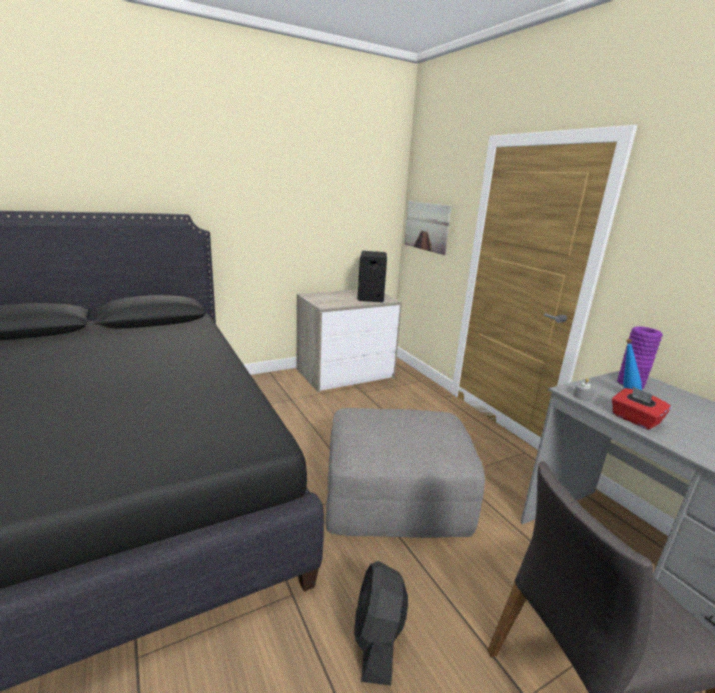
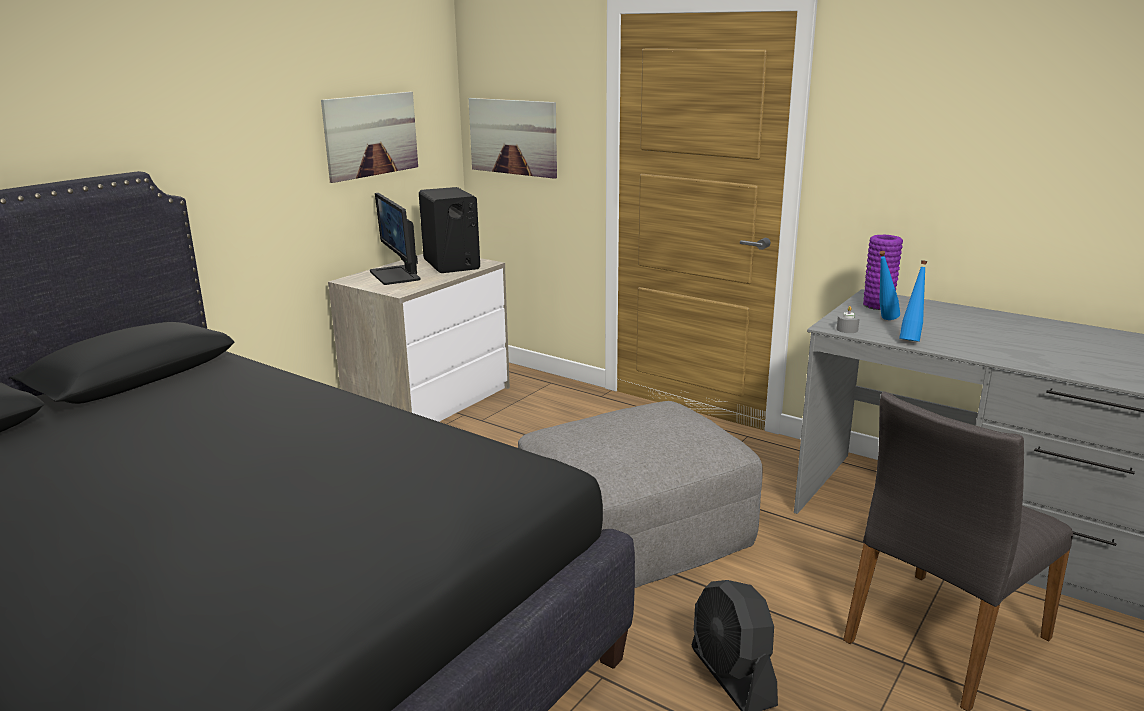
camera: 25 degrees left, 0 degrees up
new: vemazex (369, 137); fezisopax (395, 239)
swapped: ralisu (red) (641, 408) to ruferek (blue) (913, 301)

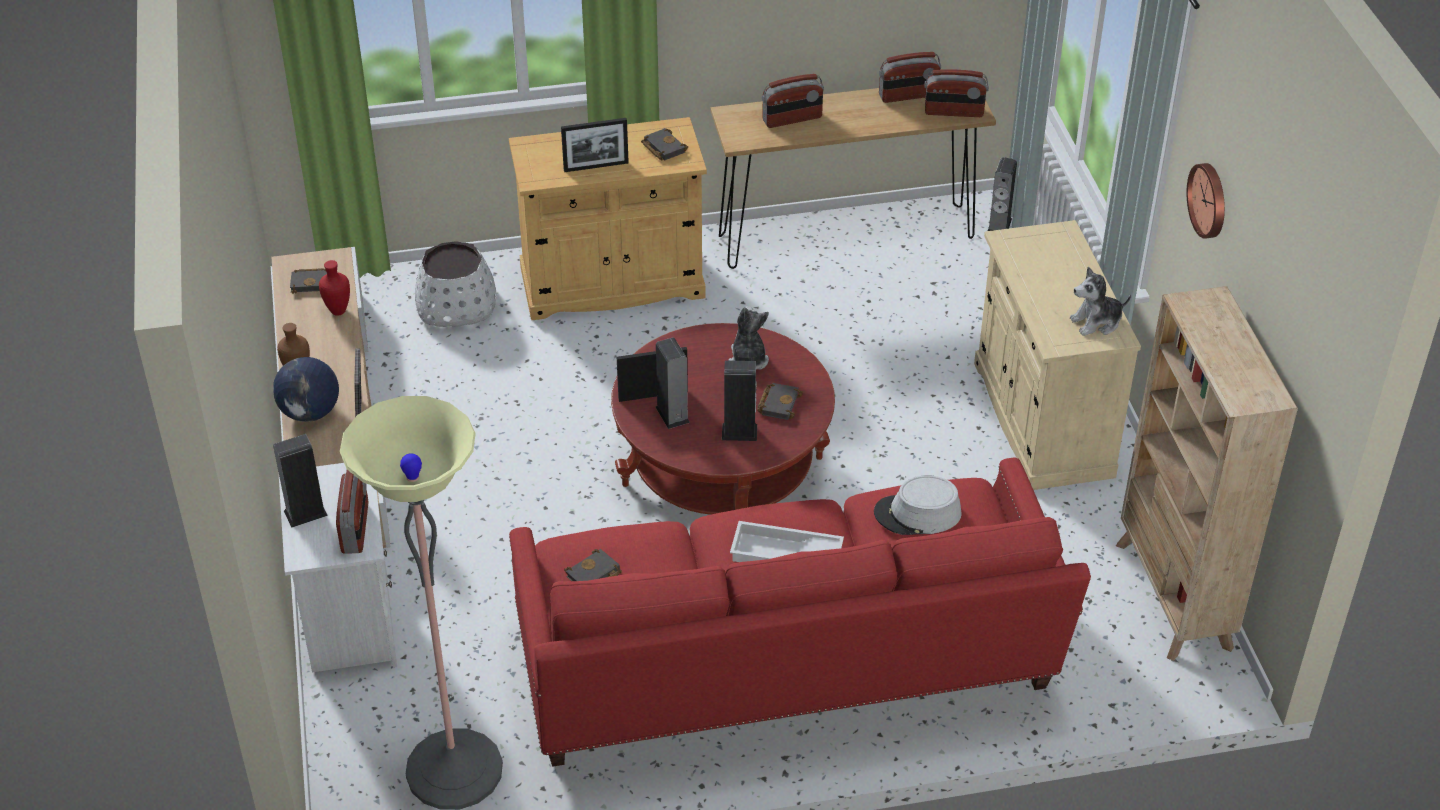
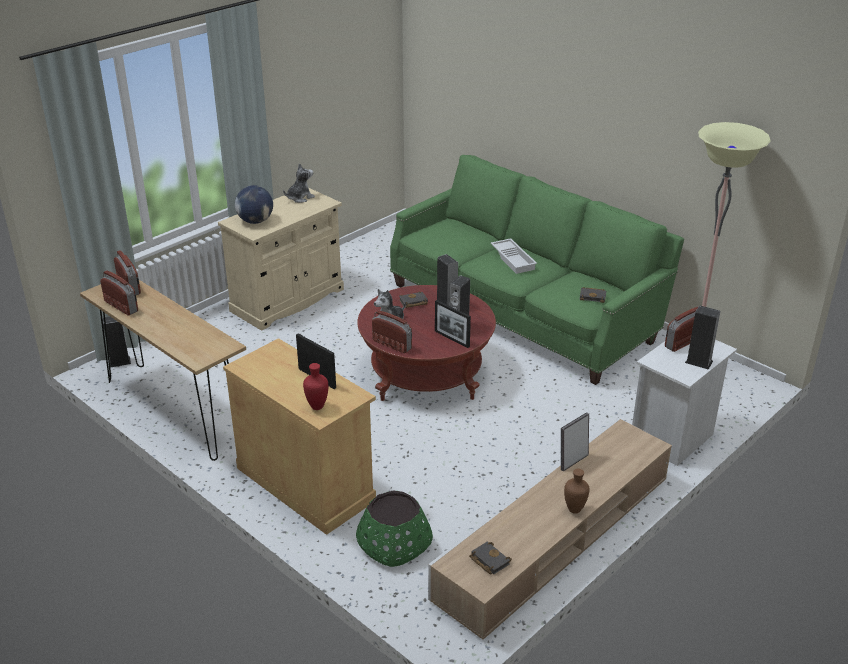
camera: 125 degrees left, 10 degrees down
gone: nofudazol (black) (664, 144); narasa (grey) (918, 505); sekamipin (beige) (1207, 473); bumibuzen (1206, 201)
shifted: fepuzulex (306, 389) to (254, 204); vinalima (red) (334, 288) to (315, 386); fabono (793, 101) to (392, 331)
repainted: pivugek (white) (456, 284) to pivugek (green) (394, 528); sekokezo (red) (800, 612) to sekokezo (green) (537, 270)
rotated: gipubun (1100, 301) = (299, 183) 75 degrees counterclockwise

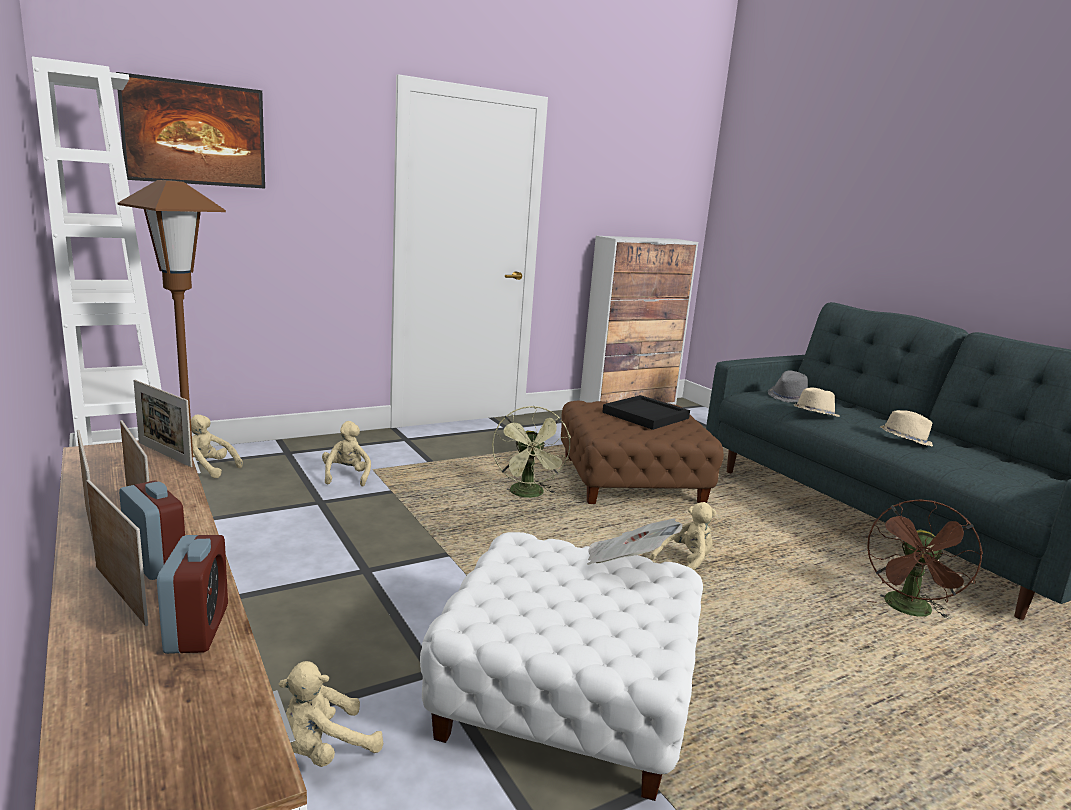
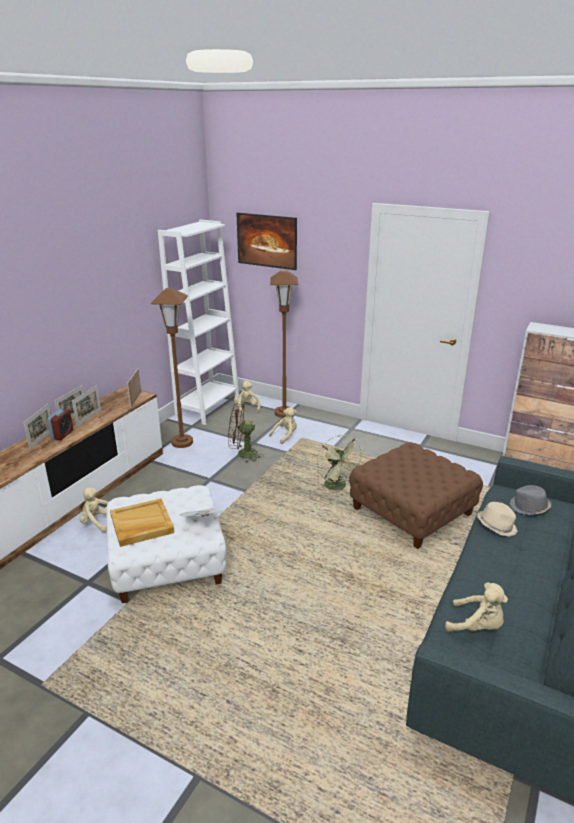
camera: 60 degrees right, 10 degrees up
gone: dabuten (192, 594); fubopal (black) (646, 412); narasa (beige) (906, 428)
new: fubopal (beige) (142, 523); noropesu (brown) (284, 344)
shifted: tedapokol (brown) (925, 559) to (246, 433); gipubun (beige) (683, 536) to (476, 607)
rotated: tedapokol (green) (531, 452) = (340, 464) 75 degrees counterclockwise

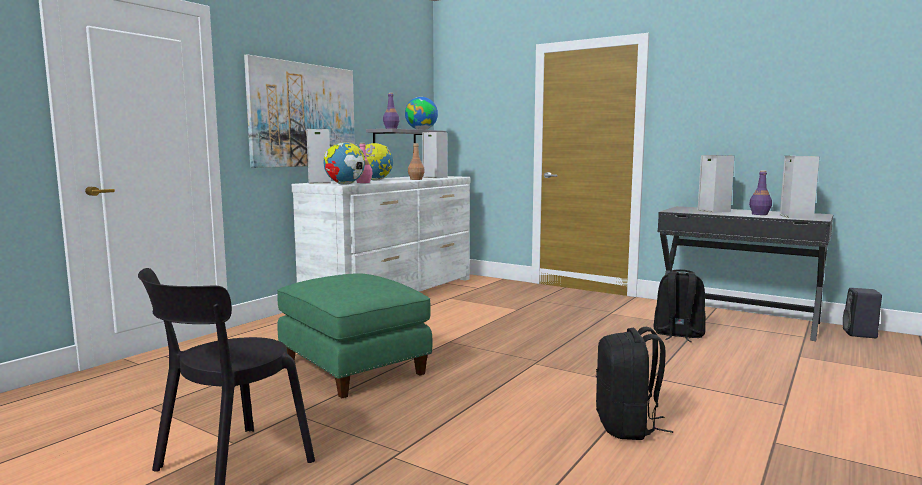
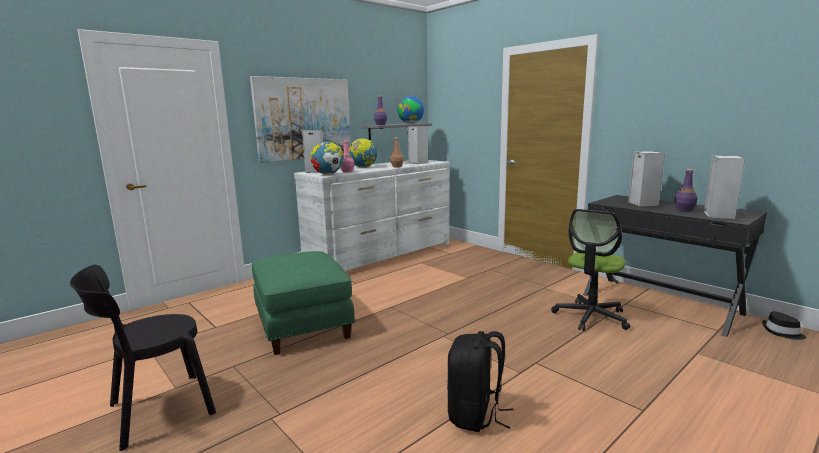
camera: 15 degrees right, 5 degrees up
swapped: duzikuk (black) (679, 305) to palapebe (590, 270); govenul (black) (862, 313) to narasa (black) (784, 325)

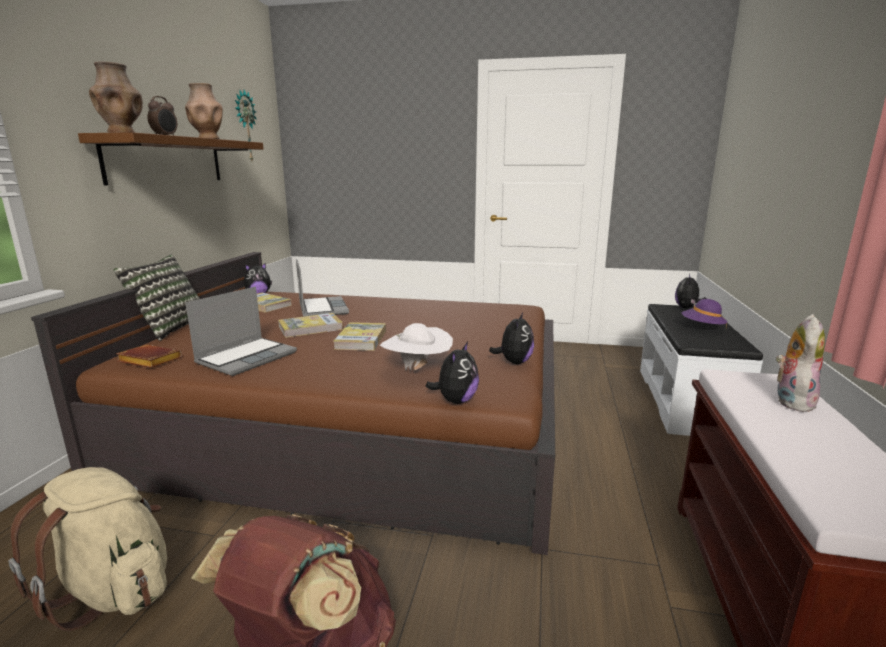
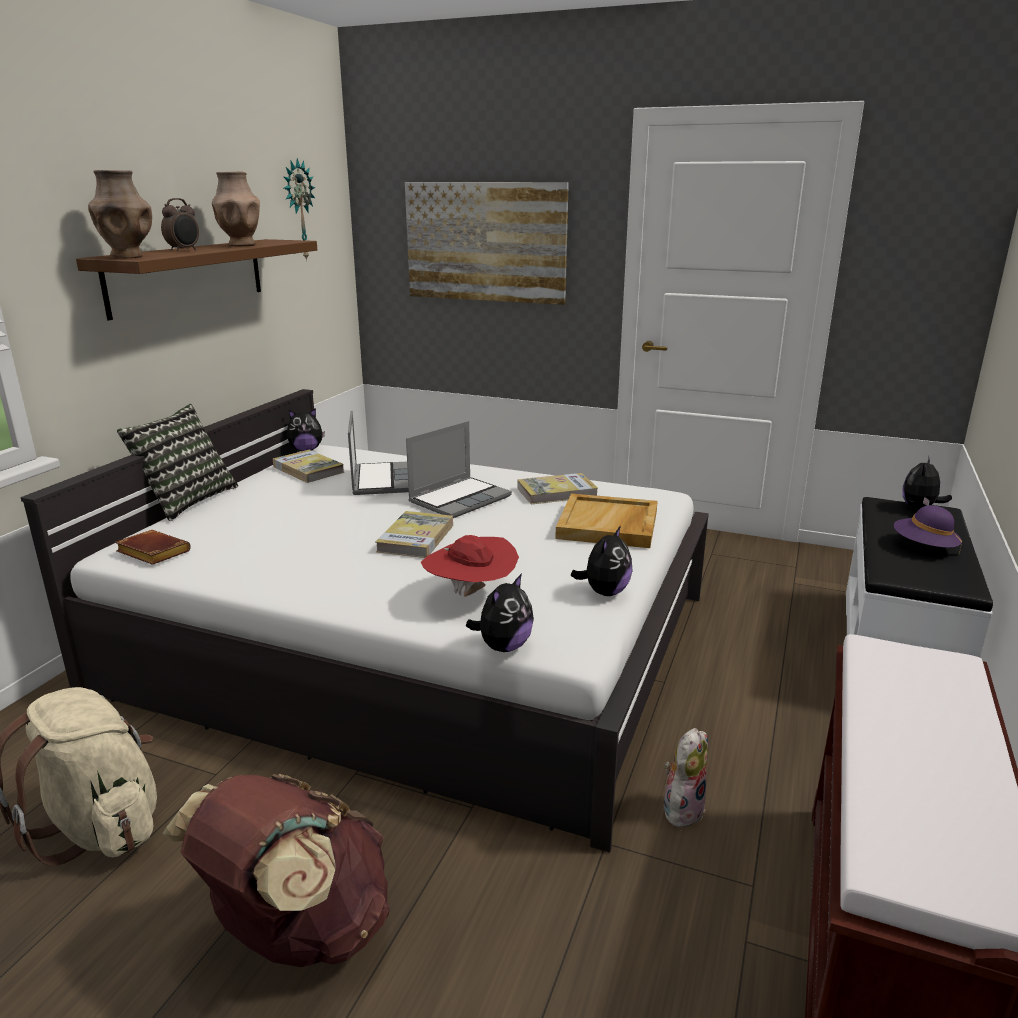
camera: 10 degrees right, 5 degrees up
new: vemazex (487, 243); fubopal (beige) (606, 520)
shifted: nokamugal (241, 331) to (459, 469); nofudazol (310, 325) to (557, 488); gipubun (800, 363) to (686, 777)
repainted: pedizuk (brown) (293, 403) to pedizuk (white) (364, 621); narasa (white) (416, 346) to narasa (red) (470, 566)

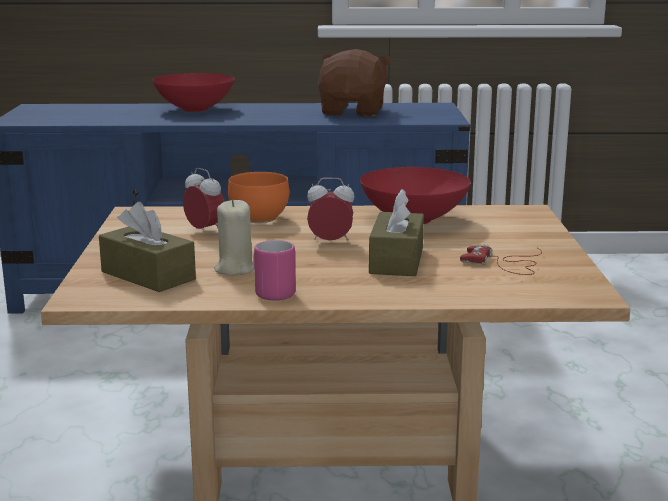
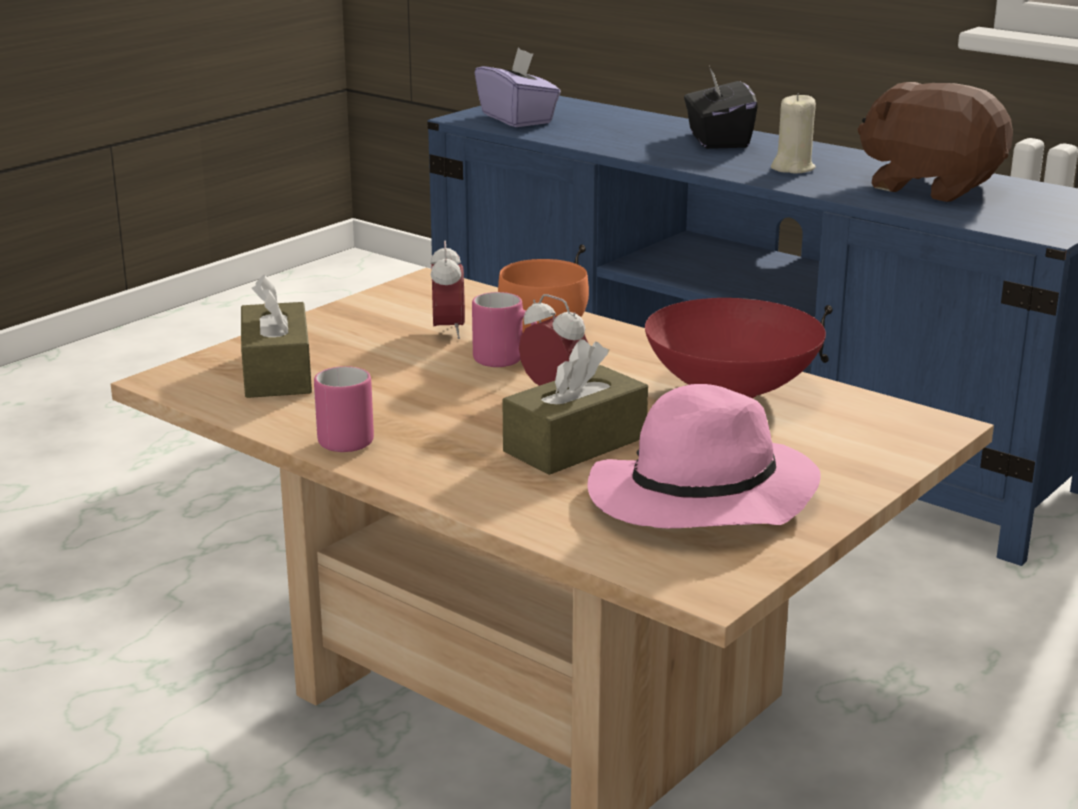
camera: 40 degrees right, 5 degrees up
new: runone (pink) (504, 329); ralisu (purple) (518, 87)
shifted: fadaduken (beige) (234, 237) to (793, 133)
swapped: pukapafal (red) (501, 259) to narasa (pink) (704, 456); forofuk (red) (193, 92) to ralisu (black) (721, 107)
rotated: gipubun (brown) (355, 83) = (935, 142) 105 degrees counterclockwise

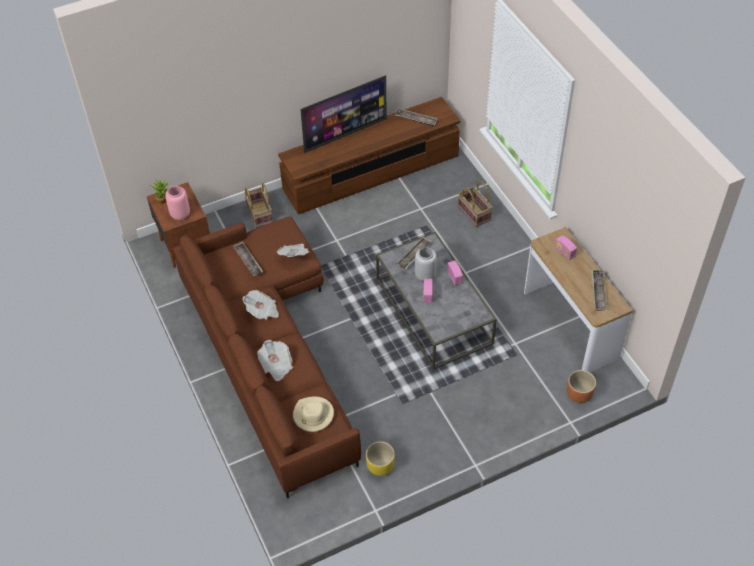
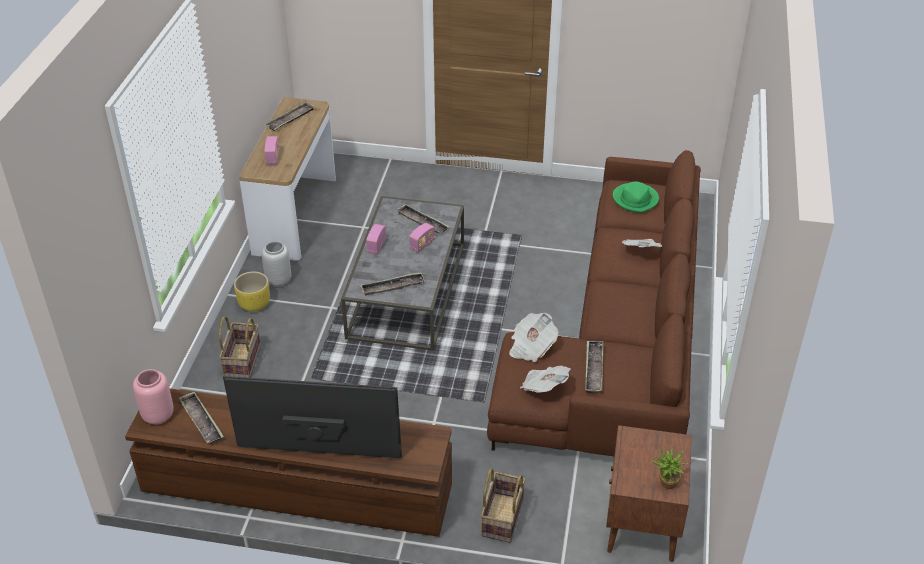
camera: 145 degrees left, 10 degrees down
gone: pivugek (brown) (581, 386)
new: fubopal (422, 218)
shifted: vinalima (pink) (177, 203) to (153, 397); pivugek (yellow) (380, 458) to (252, 291); vinalima (grey) (426, 264) to (276, 264); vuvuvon (260, 305) to (545, 378)
repainted: narasa (beige) (313, 414) to narasa (green) (636, 197)

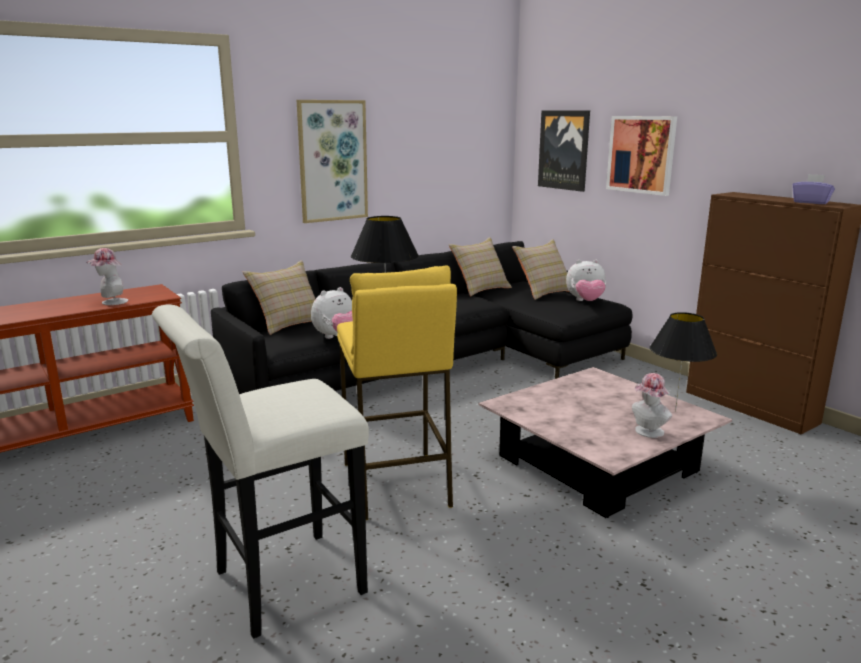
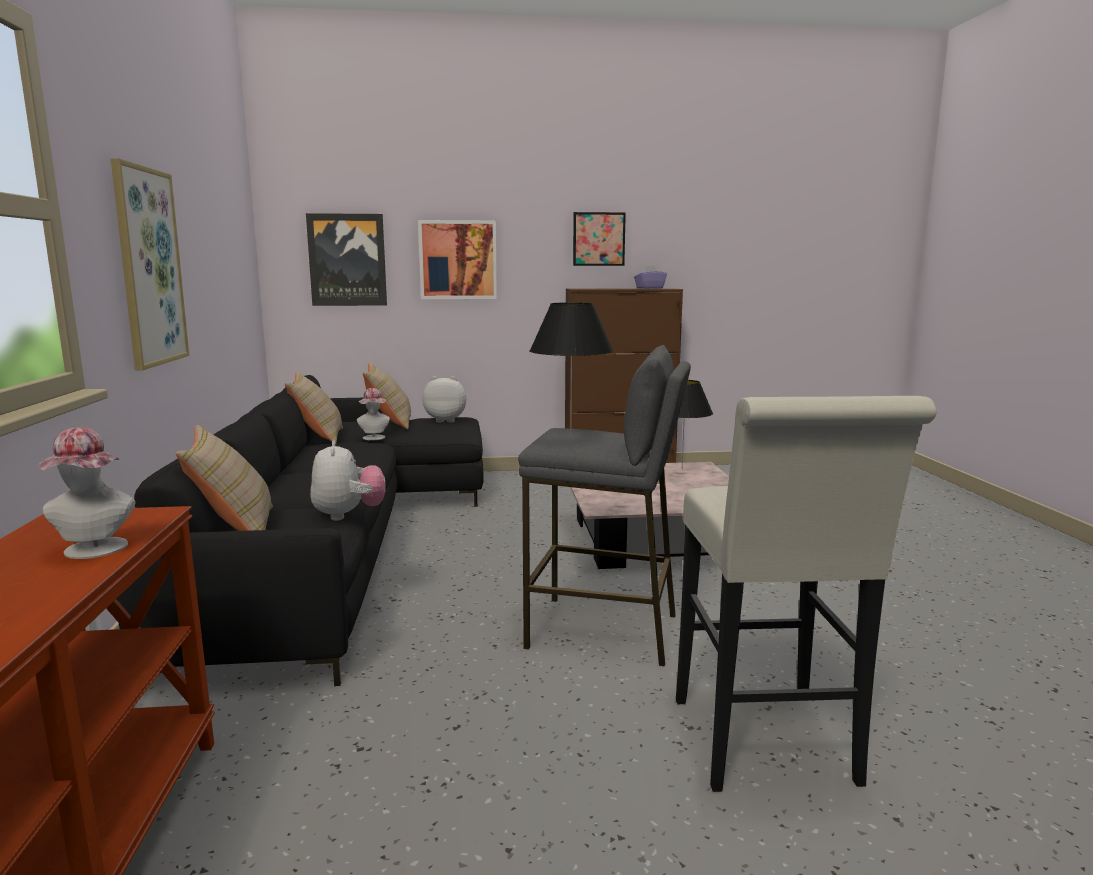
camera: 60 degrees left, 5 degrees down
new: vemazex (599, 239)
shifted: narasa (652, 405) to (373, 414)
repainted: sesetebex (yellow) (397, 392) to sesetebex (grey) (604, 506)
rotated: gipubun (586, 280) = (444, 399) 120 degrees counterclockwise

